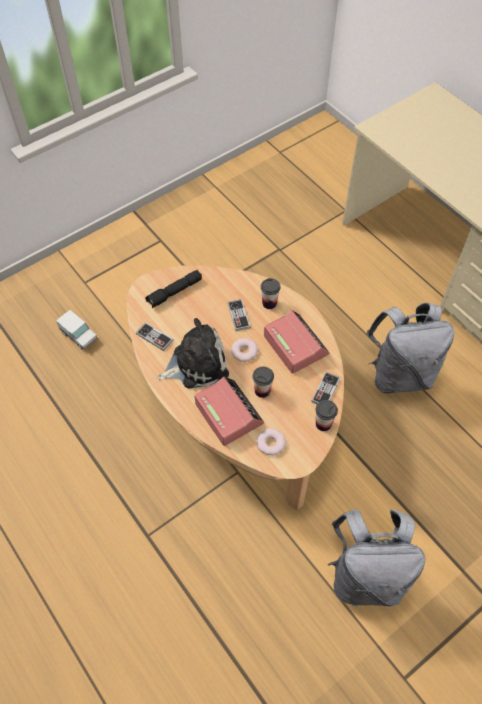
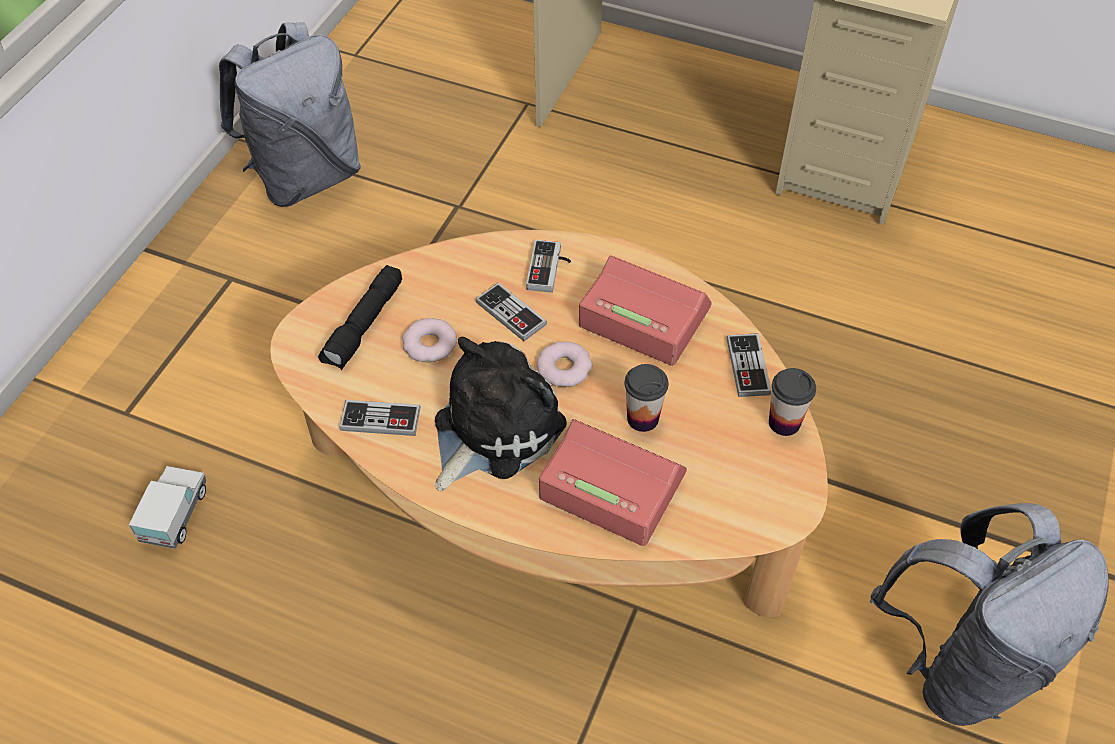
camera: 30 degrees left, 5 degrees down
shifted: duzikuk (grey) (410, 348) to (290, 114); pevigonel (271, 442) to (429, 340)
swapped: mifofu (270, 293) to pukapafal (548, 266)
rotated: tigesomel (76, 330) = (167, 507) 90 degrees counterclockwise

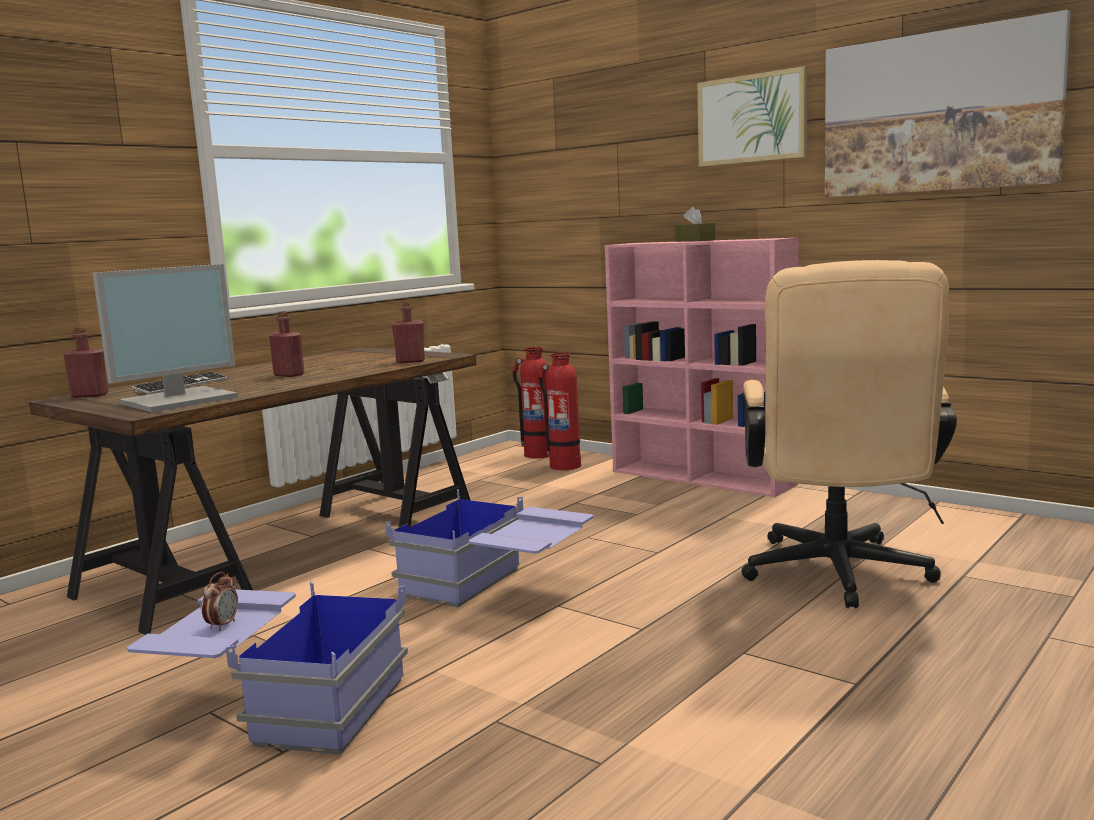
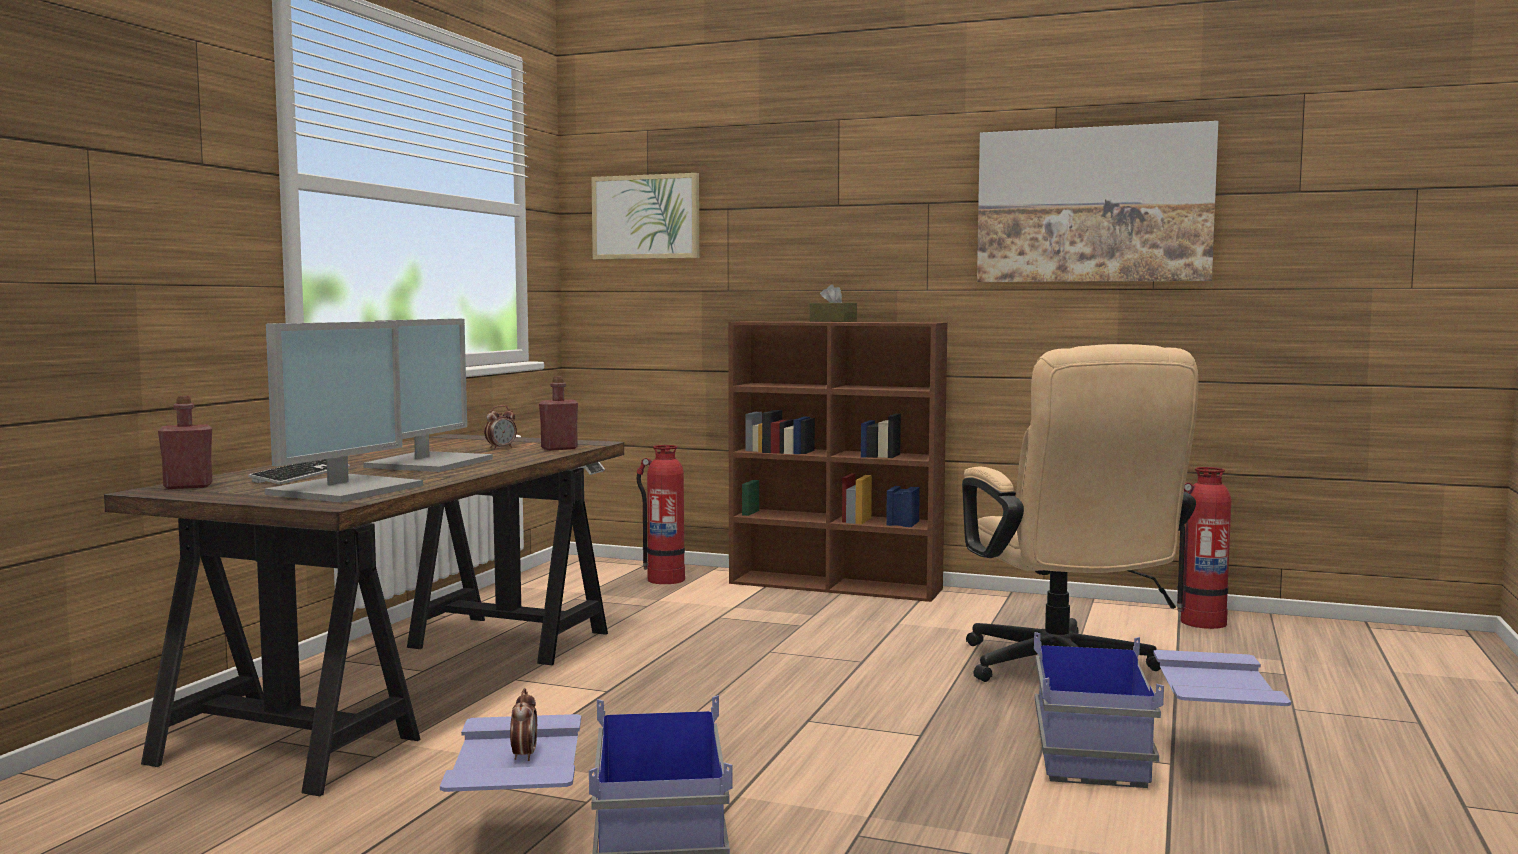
camera: 20 degrees left, 5 degrees down
new: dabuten (500, 427)
shifted: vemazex (752, 116) to (645, 216); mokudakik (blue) (489, 548) to (1162, 710); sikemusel (530, 402) to (1204, 548)
swapped: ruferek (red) (286, 344) to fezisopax (428, 395)
repainted: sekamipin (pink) (701, 367) to sekamipin (brown) (837, 461)

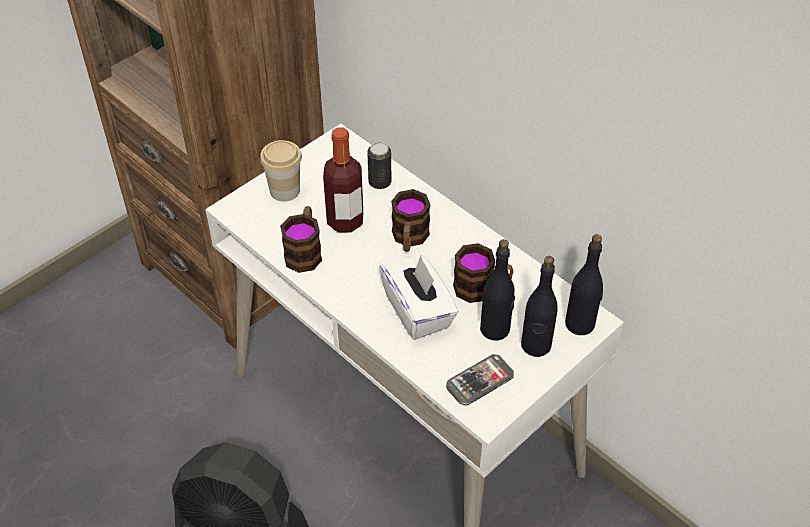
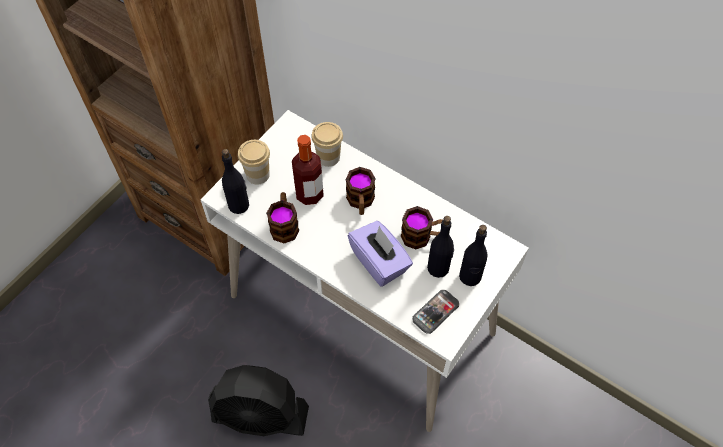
camera: 10 degrees left, 10 degrees up
shifted: ruferek (black) (584, 284) to (235, 181)
swapped: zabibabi (379, 165) to mifofu (327, 144)
repainted: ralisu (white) (419, 298) to ralisu (purple) (380, 254)

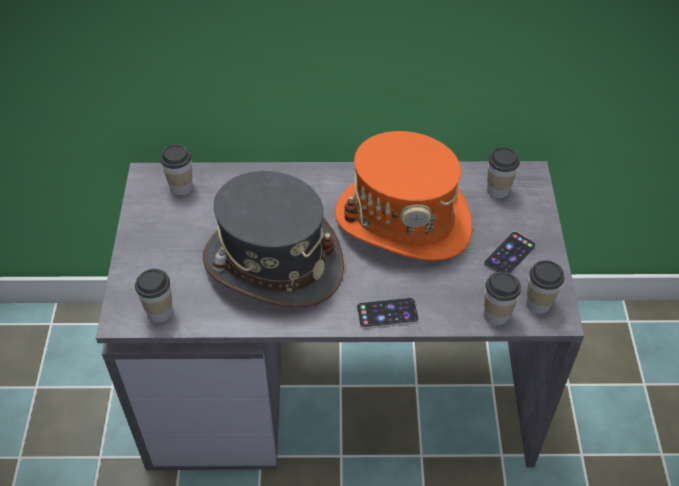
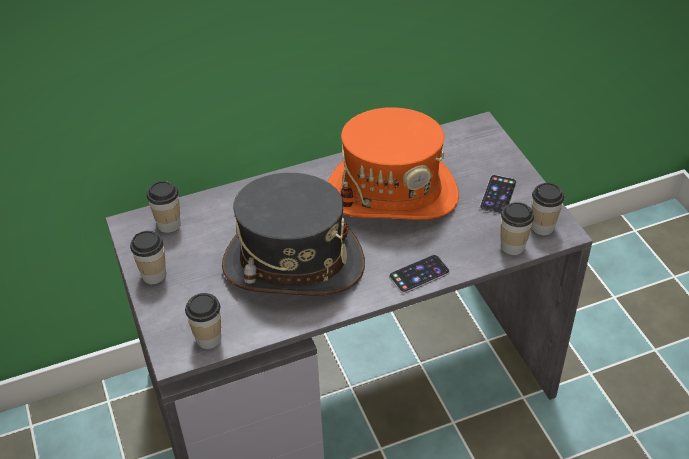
camera: 20 degrees left, 5 degrees down
shifted: mifofu (503, 173) to (148, 257)

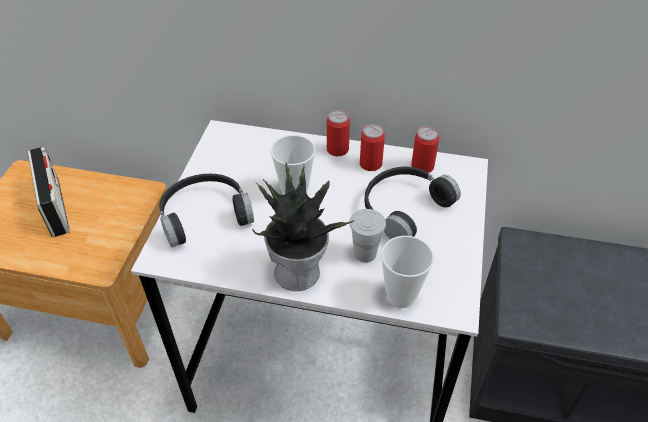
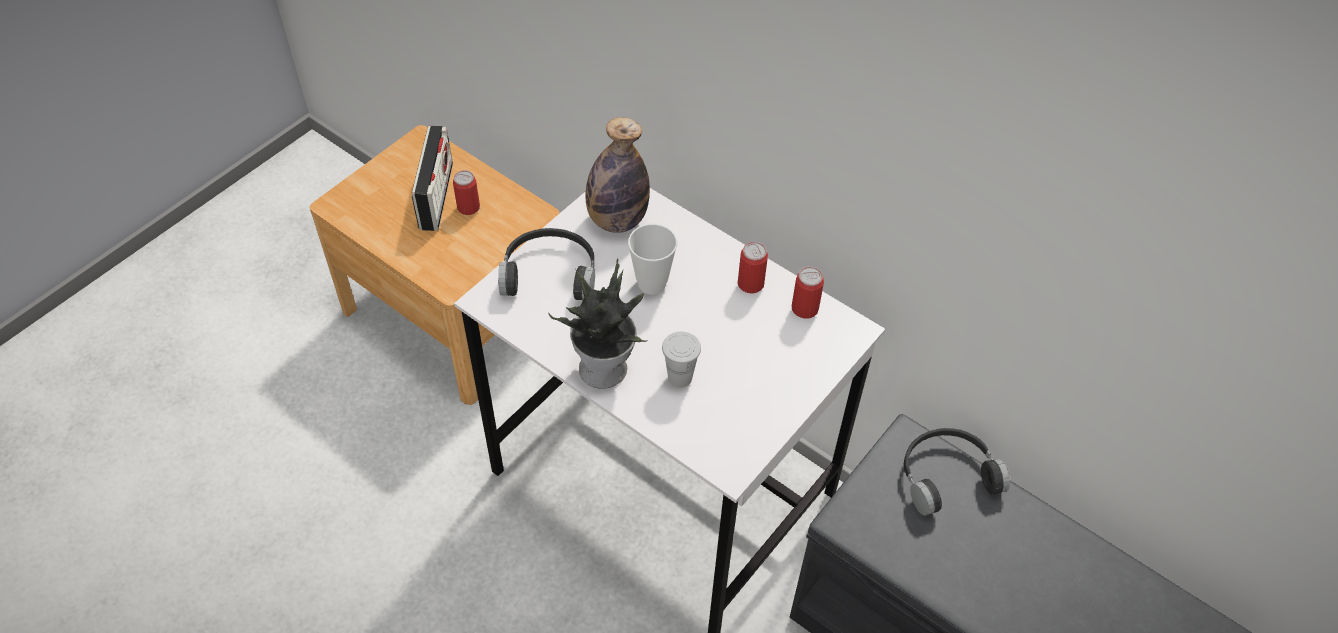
camera: 25 degrees right, 5 degrees up
gone: mifofu (407, 272)
new: ruferek (617, 175)
shifted: zabibabi (338, 133) to (466, 192); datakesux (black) (412, 203) to (957, 472)

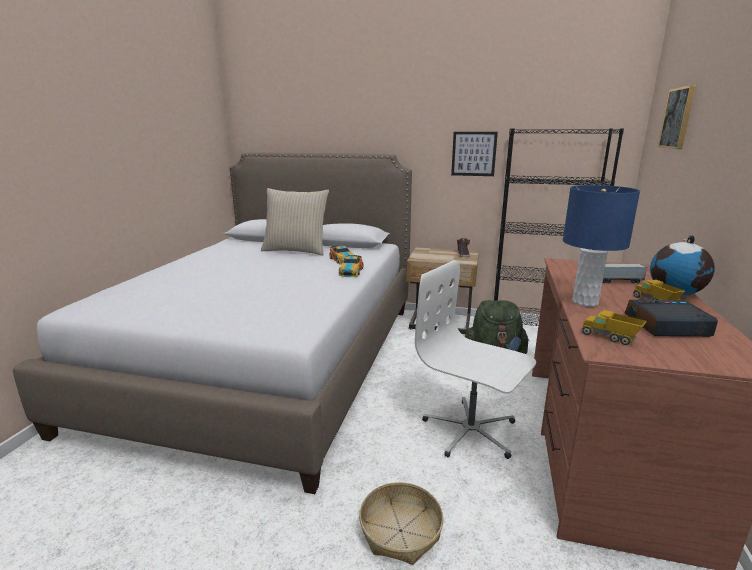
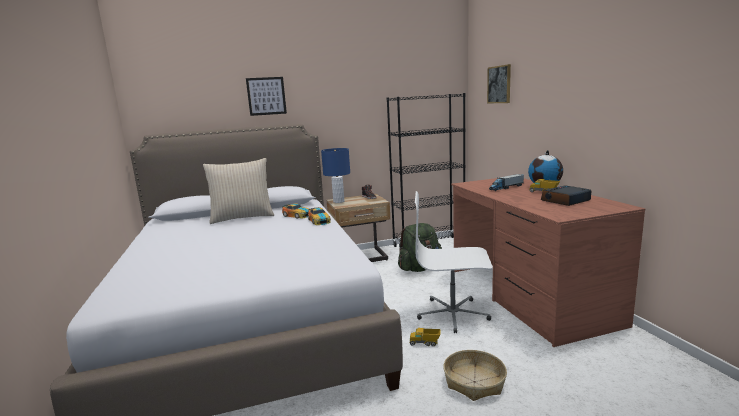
camera: 30 degrees left, 5 degrees down
shifted: vemazex (474, 154) to (266, 96); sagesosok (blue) (601, 246) to (335, 175); tigesomel (614, 327) to (425, 337)

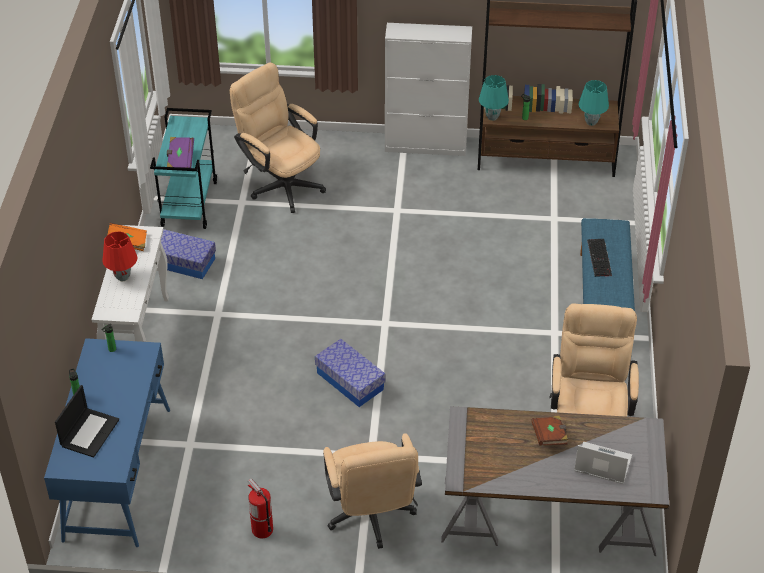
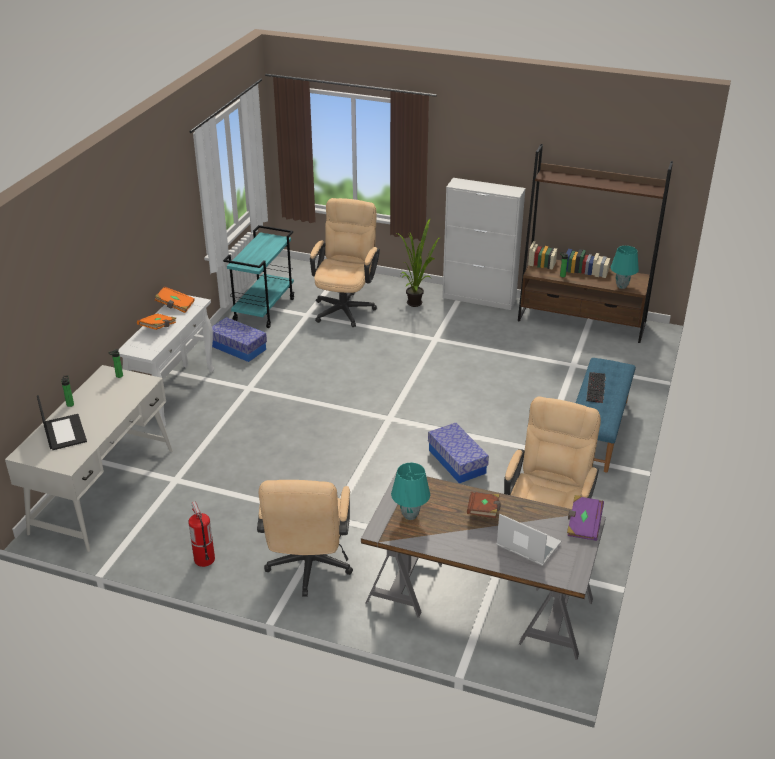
camera: 15 degrees right, 10 degrees down
new: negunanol (418, 263)
shifted: sagesosok (turquoise) (494, 98) to (410, 491); mokudakik (350, 373) to (458, 453); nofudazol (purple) (180, 152) to (585, 518)
swapped: sagesosok (red) (119, 256) to nofudazol (orange) (156, 321)
repainted: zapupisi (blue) (107, 442) to zapupisi (white) (89, 458)
rotated: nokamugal (87, 421) = (62, 422) 60 degrees counterclockwise; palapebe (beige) (278, 137) = (345, 262) 45 degrees clockwise

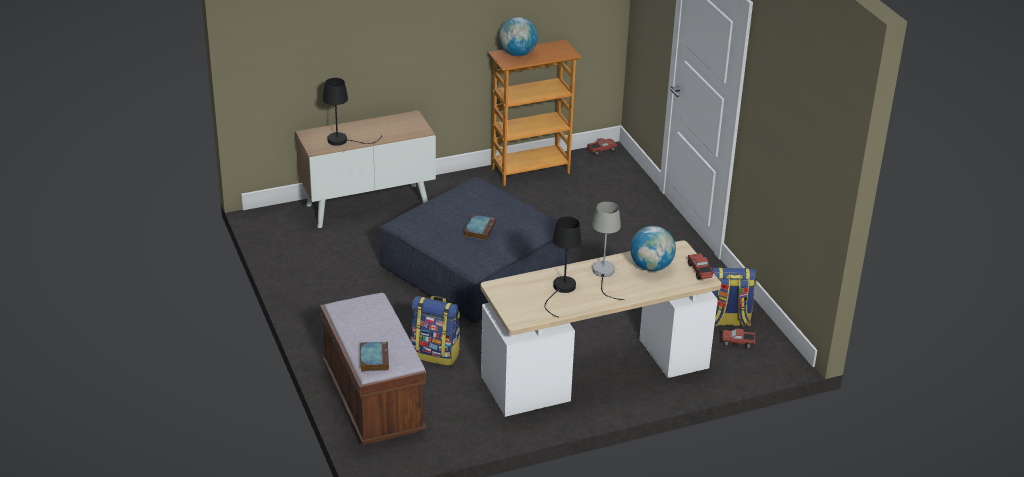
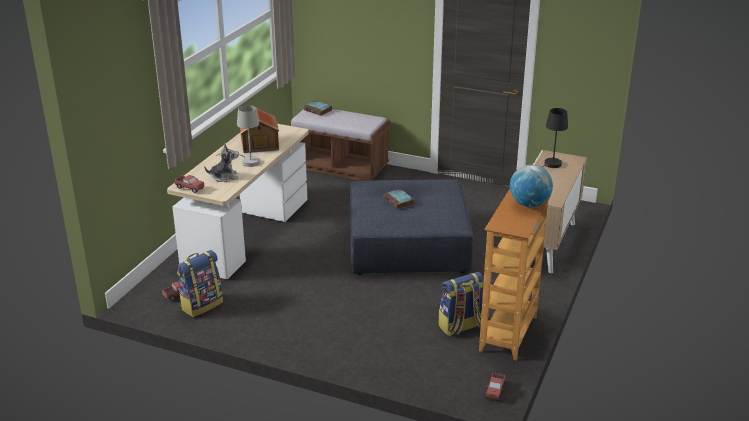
camera: 135 degrees right, 5 degrees down
shifted: duzikuk (435, 331) to (461, 304)
swapped: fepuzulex (653, 248) to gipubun (221, 163); sagesosok (black) (563, 266) to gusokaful (259, 130)

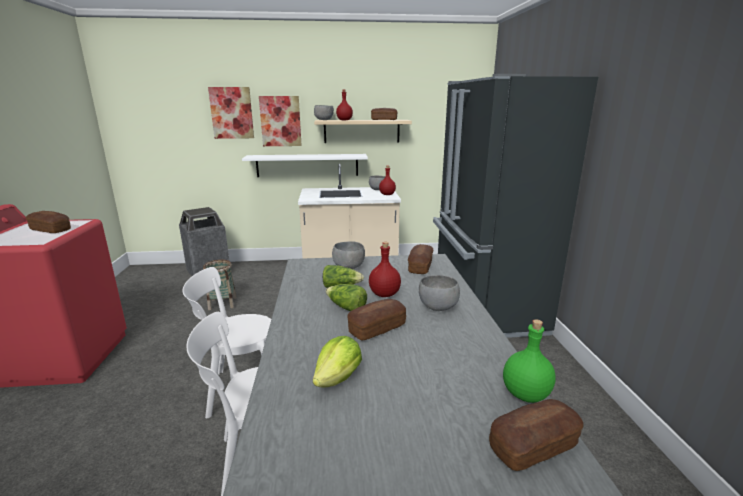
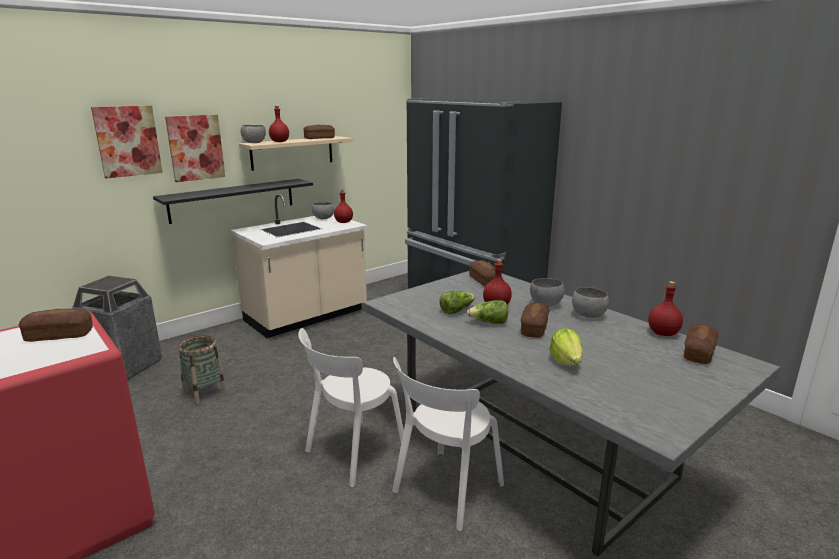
camera: 35 degrees left, 0 degrees up
shifted: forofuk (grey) (348, 255) to (590, 302)
repainted: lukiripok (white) (305, 165) to lukiripok (black) (233, 201); ruferek (green) (529, 361) to ruferek (red) (665, 308)

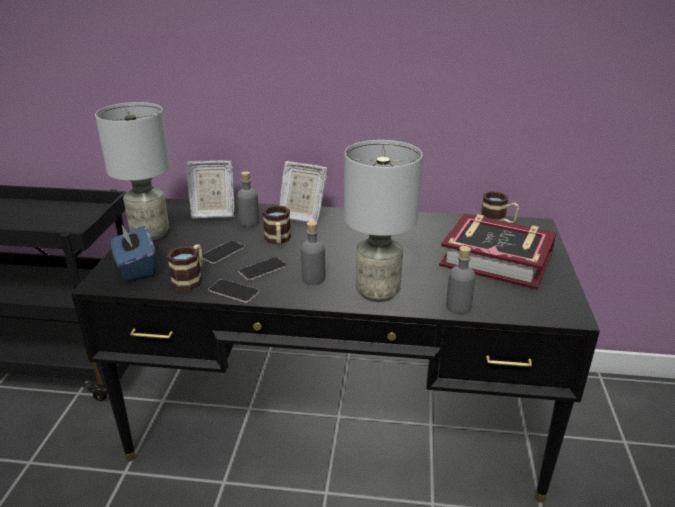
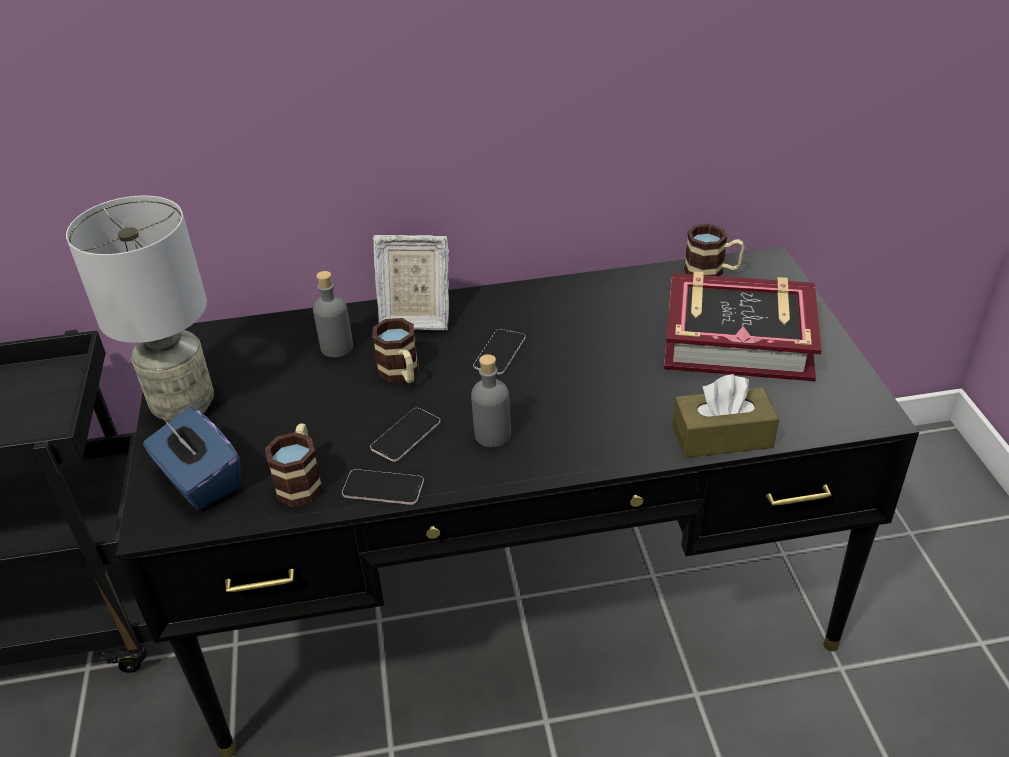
camera: 15 degrees left, 10 degrees up
gone: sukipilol (210, 189); sagesosok (grey) (383, 221)
shifted: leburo (223, 252) to (499, 352)
swapped: ruferek (grey) (461, 280) to ralisu (brown) (725, 416)

